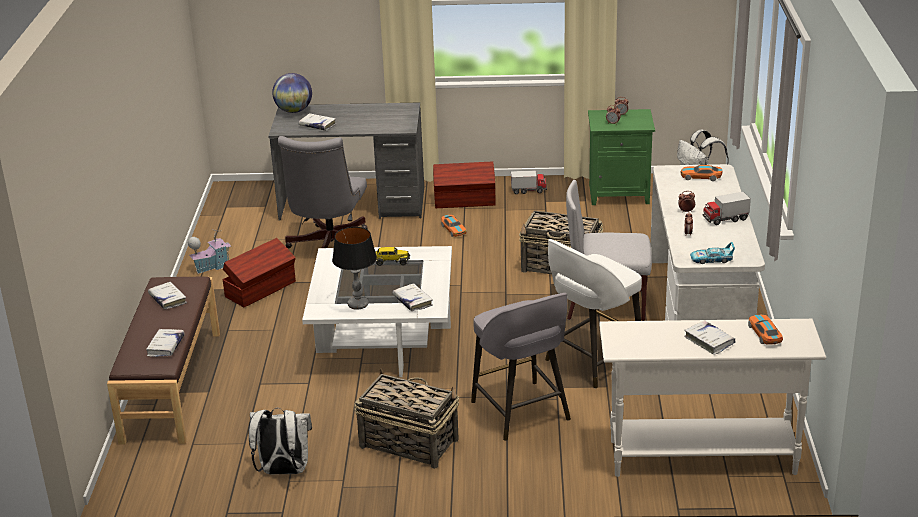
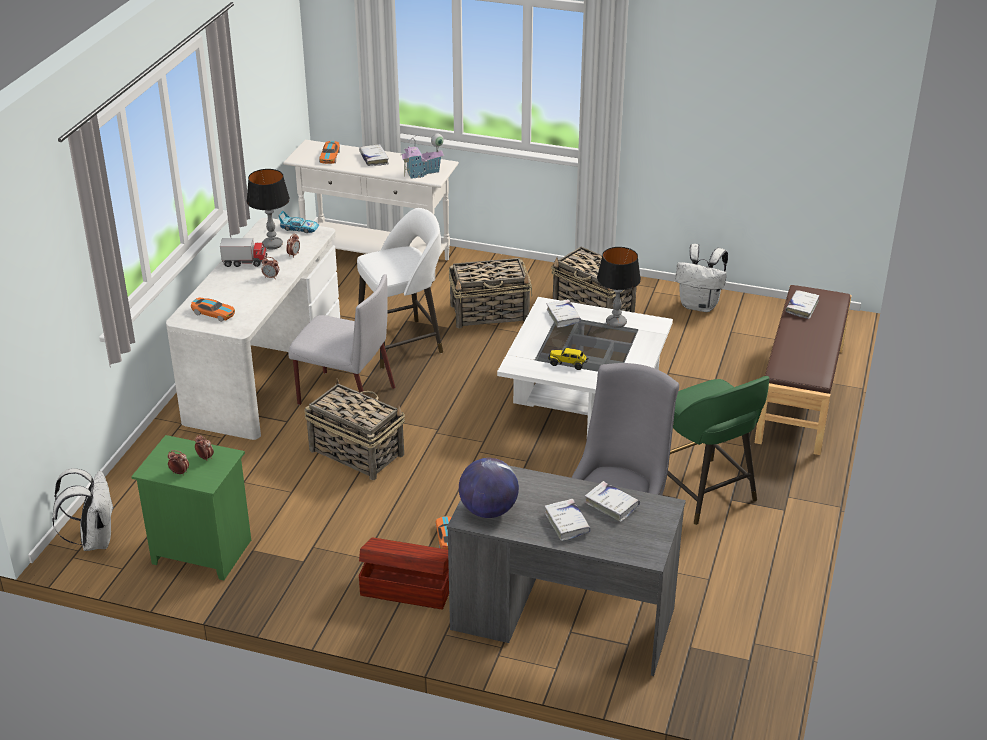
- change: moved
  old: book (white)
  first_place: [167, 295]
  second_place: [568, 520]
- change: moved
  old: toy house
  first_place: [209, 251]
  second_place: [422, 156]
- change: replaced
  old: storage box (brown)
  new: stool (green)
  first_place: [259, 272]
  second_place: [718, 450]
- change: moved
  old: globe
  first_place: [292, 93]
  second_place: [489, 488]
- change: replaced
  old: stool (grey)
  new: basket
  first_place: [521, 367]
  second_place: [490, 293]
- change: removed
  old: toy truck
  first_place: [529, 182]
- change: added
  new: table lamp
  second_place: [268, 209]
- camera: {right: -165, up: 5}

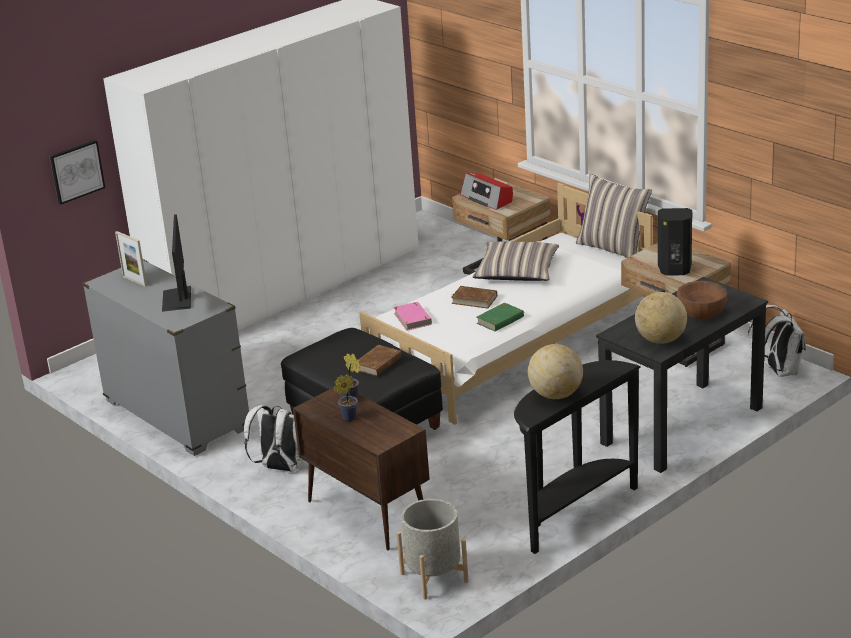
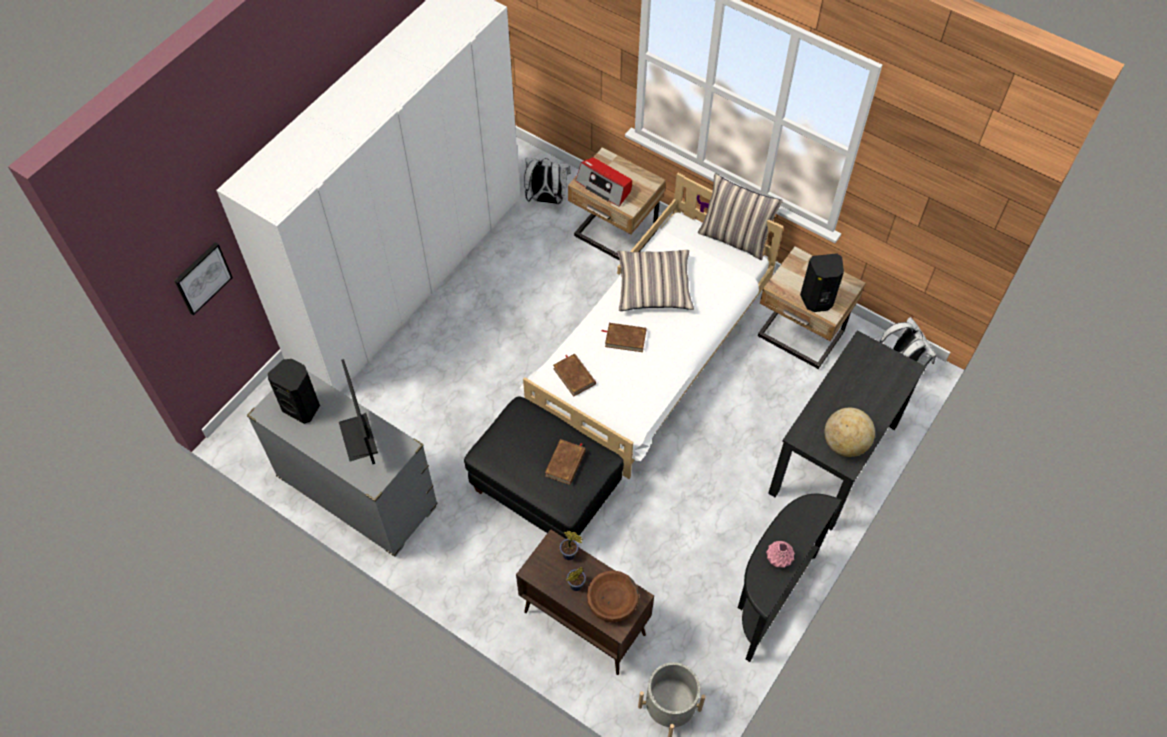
- change: replaced
  old: picture frame
  new: speaker (black)
  first_place: [131, 259]
  second_place: [294, 391]
- change: moved
  old: backpack (white)
  first_place: [274, 438]
  second_place: [547, 180]
- change: recoloured
  old: book (pink)
  new: book (brown)
  first_place: [412, 316]
  second_place: [574, 375]
- change: removed
  old: book (green)
  first_place: [500, 317]
- change: replaced
  old: globe
  new: vase (pink)
  first_place: [555, 371]
  second_place: [780, 554]
- change: moved
  old: bowl (brown)
  first_place: [702, 300]
  second_place: [613, 596]
- camera: {right: -15, up: 30}

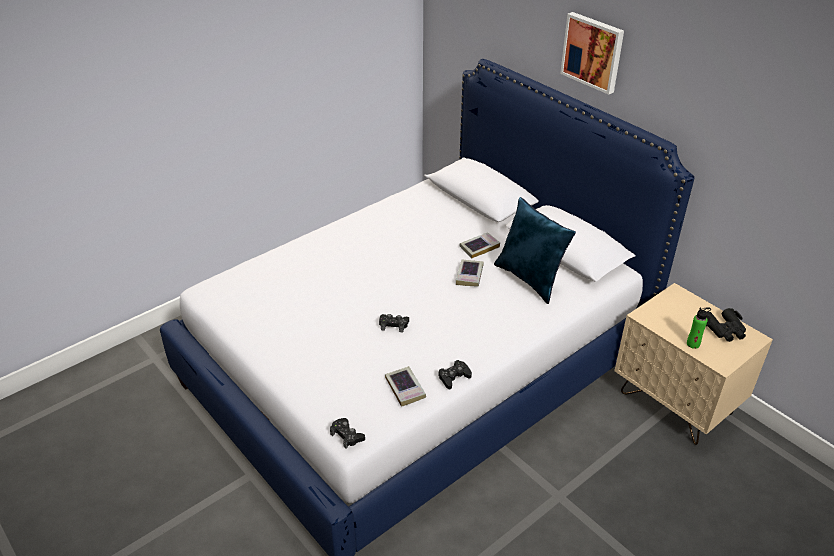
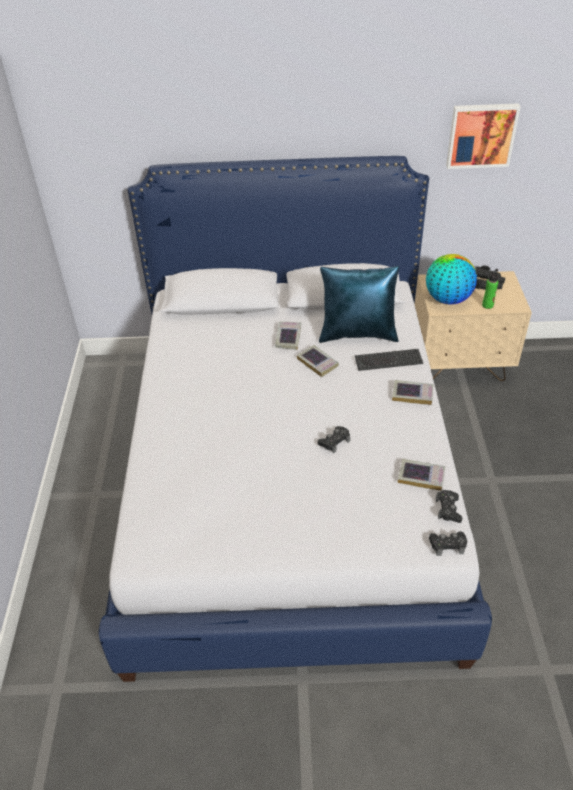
- change: moved
  old: game controller (black)
  first_place: [455, 374]
  second_place: [449, 506]
- change: moved
  old: picture
  first_place: [592, 53]
  second_place: [483, 136]
- change: added
  new: keyboard
  second_place: [389, 360]
- change: added
  new: book
  second_place: [413, 392]
- change: added
  new: globe
  second_place: [451, 279]
- camera: {right: -50, up: 5}

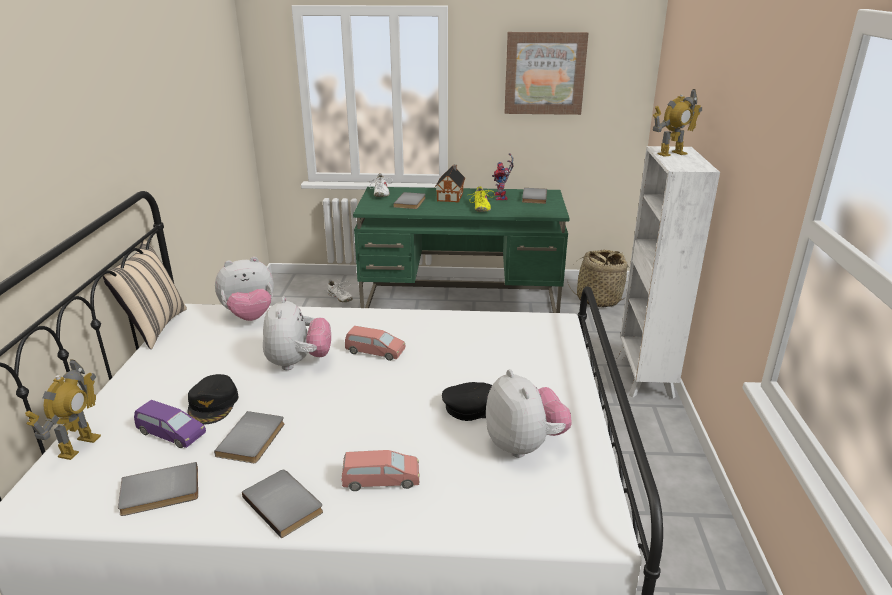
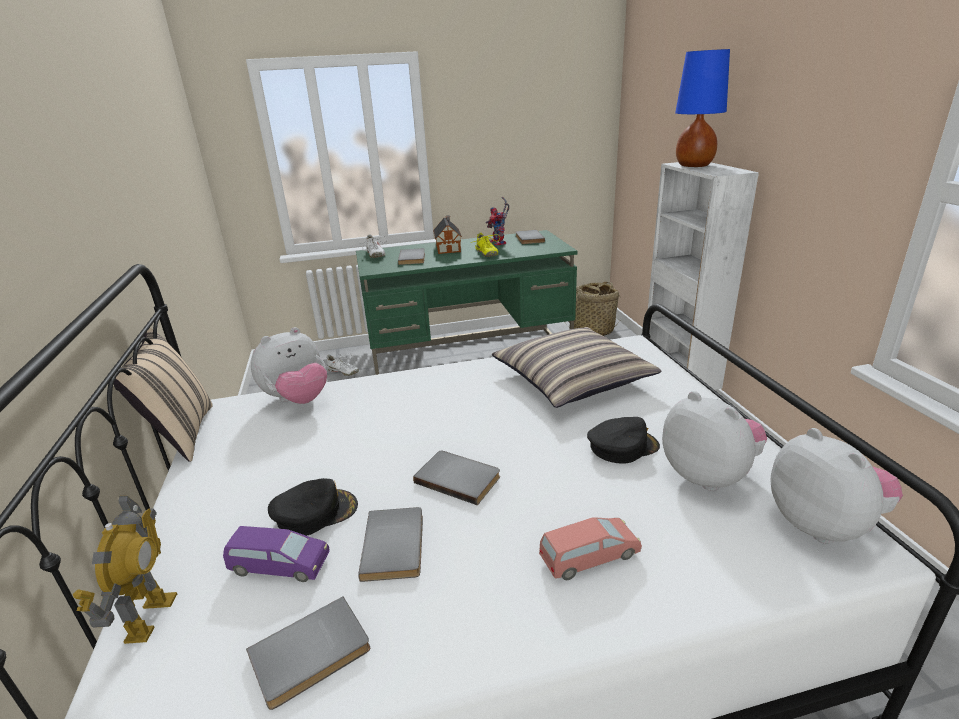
- change: turned
  old: cap (black)
  first_place: [213, 399]
  second_place: [313, 507]
  degrees: -90
- change: moved
  old: book (grey)
  first_place: [282, 504]
  second_place: [456, 478]
- change: moved
  old: plush toy
  first_place: [297, 333]
  second_place: [836, 486]
- change: removed
  old: toy car (pink)
  first_place: [375, 343]
- change: removed
  old: picture
  first_place: [546, 73]
- change: replaced
  old: toy robot
  new: table lamp (blue)
  first_place: [677, 123]
  second_place: [702, 108]
- change: added
  new: pillow
  second_place: [577, 367]
- camera: {right: -15, up: 0}

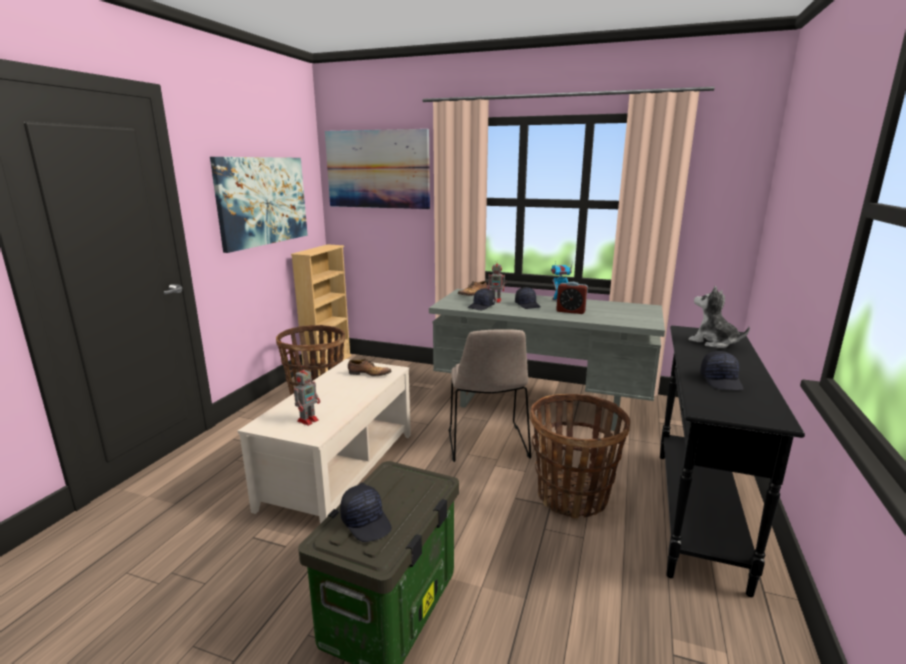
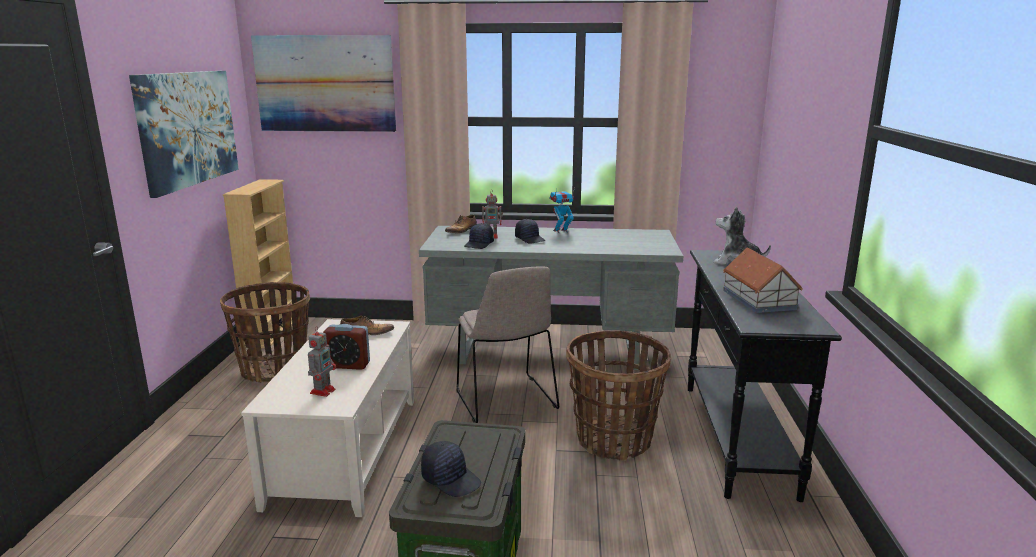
- change: moved
  old: alarm clock
  first_place: [572, 298]
  second_place: [346, 347]
- change: replaced
  old: cap (black)
  new: toy house
  first_place: [722, 370]
  second_place: [763, 280]
- camera: {right: -15, up: 0}

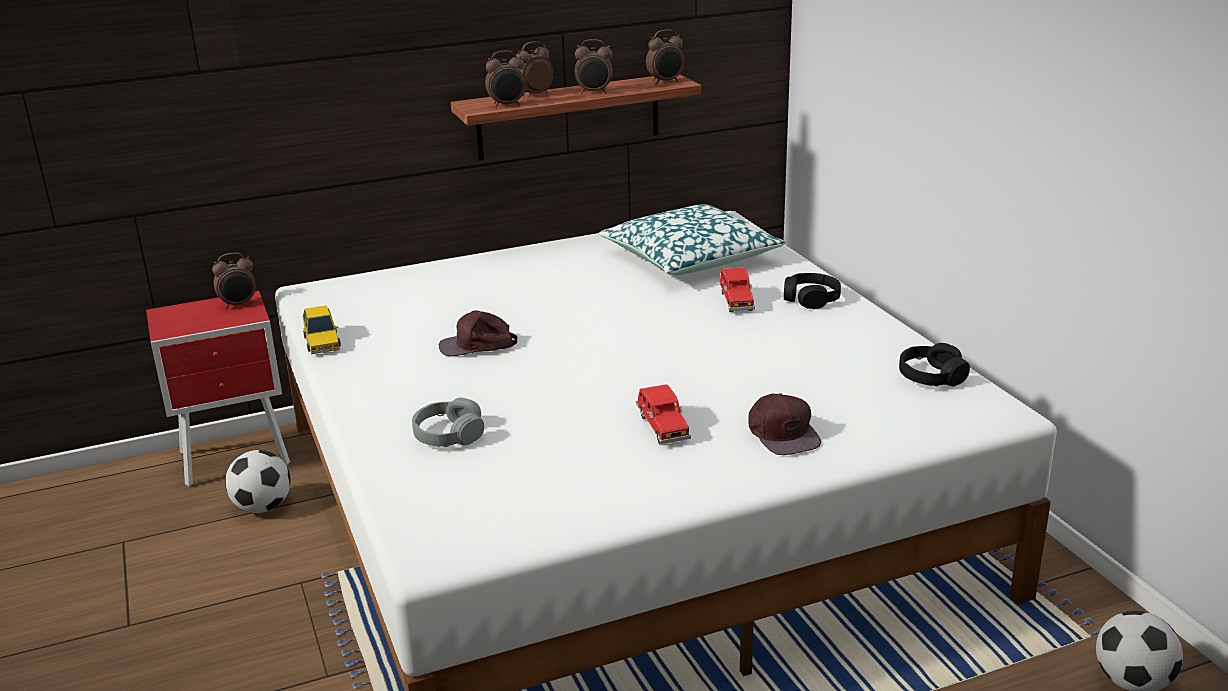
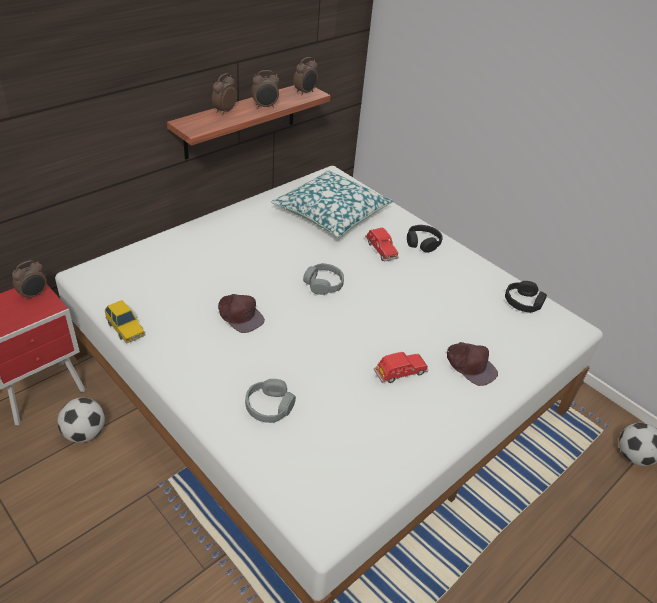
- change: turned
  old: cap (brown)
  first_place: [478, 333]
  second_place: [241, 313]
  degrees: -105
- change: removed
  old: alarm clock
  first_place: [505, 79]
- change: turned
  old: toy car (red)
  first_place: [663, 414]
  second_place: [401, 367]
  degrees: -75
- change: added
  new: headphones (grey)
  second_place: [323, 279]
- camera: {right: -25, up: 15}

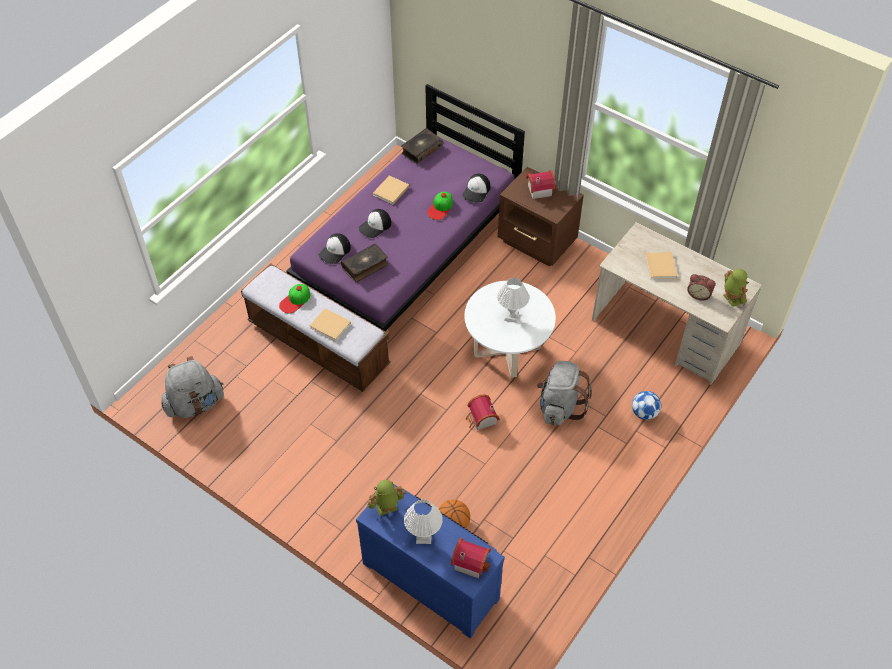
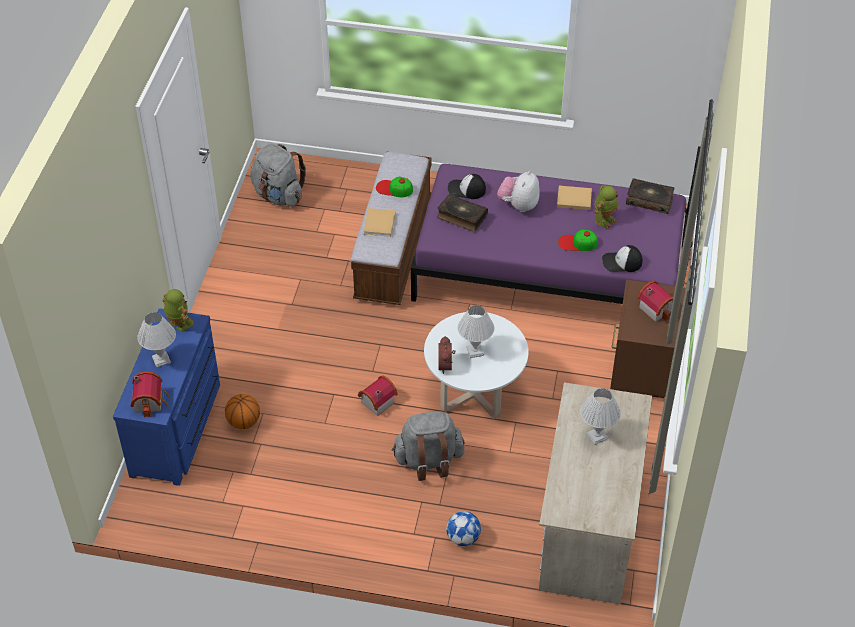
- change: replaced
  old: cap
  new: plush toy
  first_place: [374, 223]
  second_place: [518, 191]
- change: replaced
  old: book (beige)
  new: table lamp (white)
  first_place: [661, 266]
  second_place: [600, 416]
- change: moved
  old: alarm clock
  first_place: [701, 287]
  second_place: [446, 355]
- change: moved
  old: toy robot
  first_place: [736, 288]
  second_place: [606, 207]
- camera: {right: 65, up: -5}

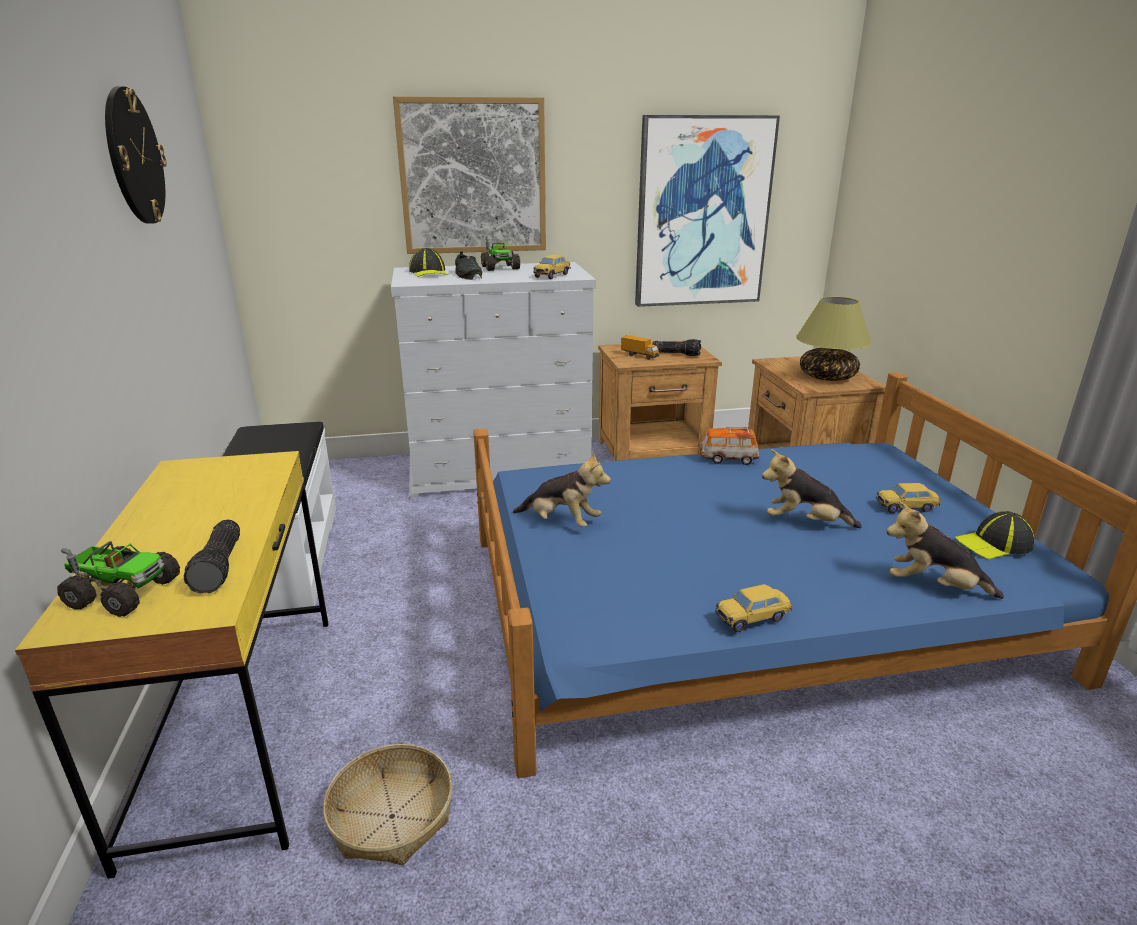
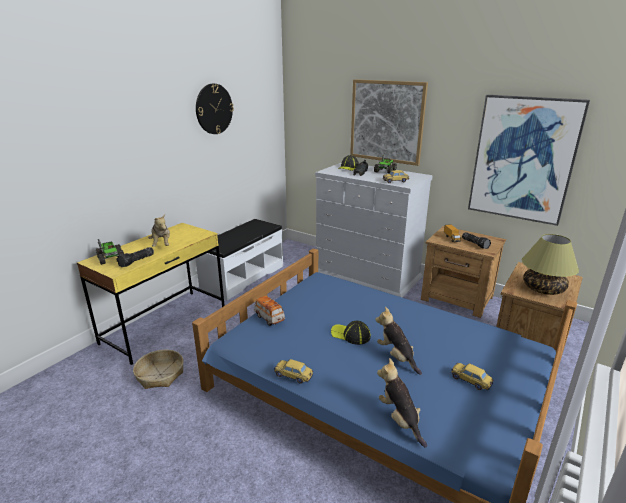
- change: moved
  old: plush toy
  first_place: [562, 489]
  second_place: [159, 230]
- change: moved
  old: toy car
  first_place: [730, 446]
  second_place: [269, 311]
- change: moved
  old: cap
  first_place: [994, 535]
  second_place: [351, 333]
- camera: {right: 45, up: 0}

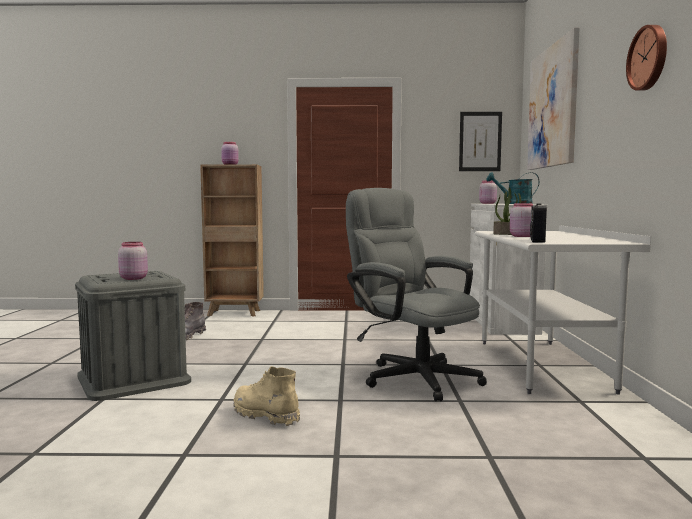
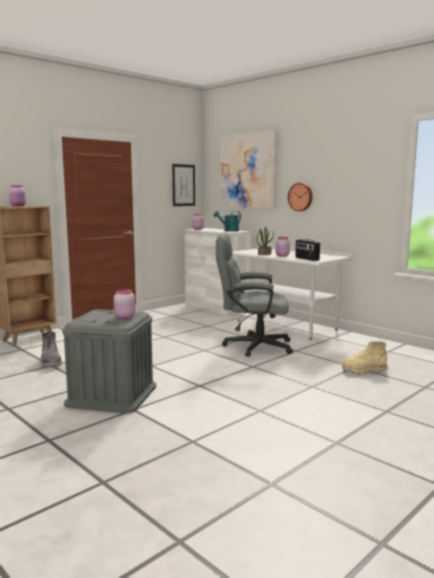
- change: moved
  old: boot (beige)
  first_place: [266, 396]
  second_place: [365, 357]
- change: moved
  old: wall clock
  first_place: [646, 58]
  second_place: [300, 197]
- camera: {right: -45, up: 5}

